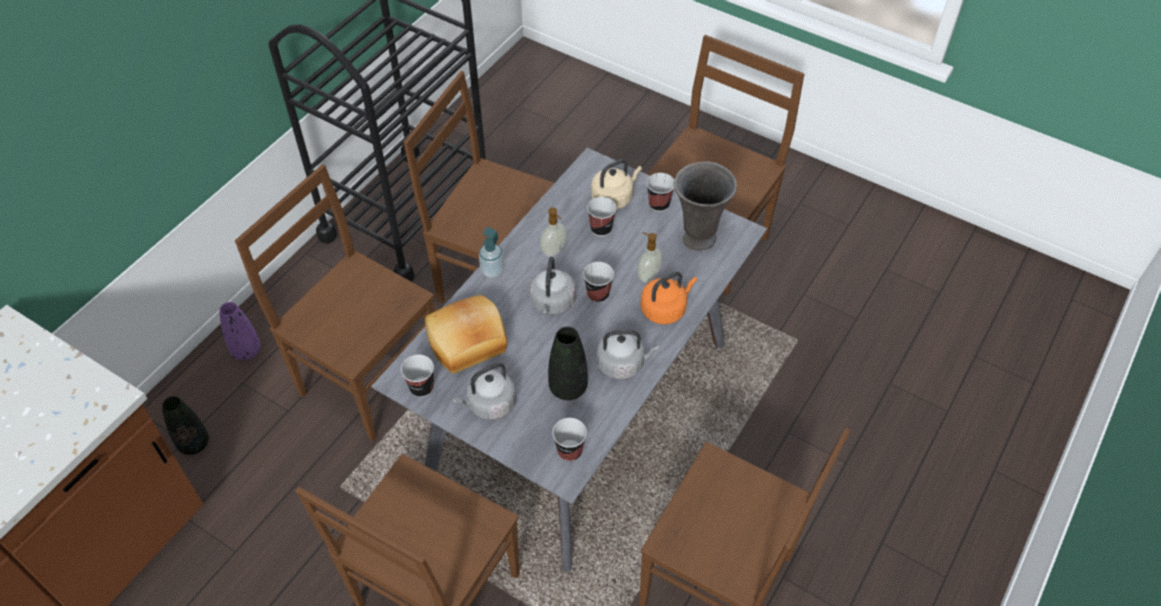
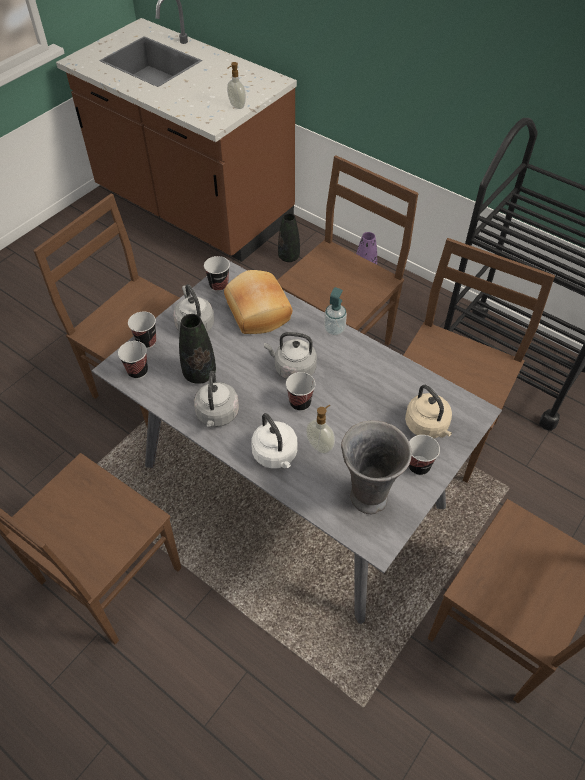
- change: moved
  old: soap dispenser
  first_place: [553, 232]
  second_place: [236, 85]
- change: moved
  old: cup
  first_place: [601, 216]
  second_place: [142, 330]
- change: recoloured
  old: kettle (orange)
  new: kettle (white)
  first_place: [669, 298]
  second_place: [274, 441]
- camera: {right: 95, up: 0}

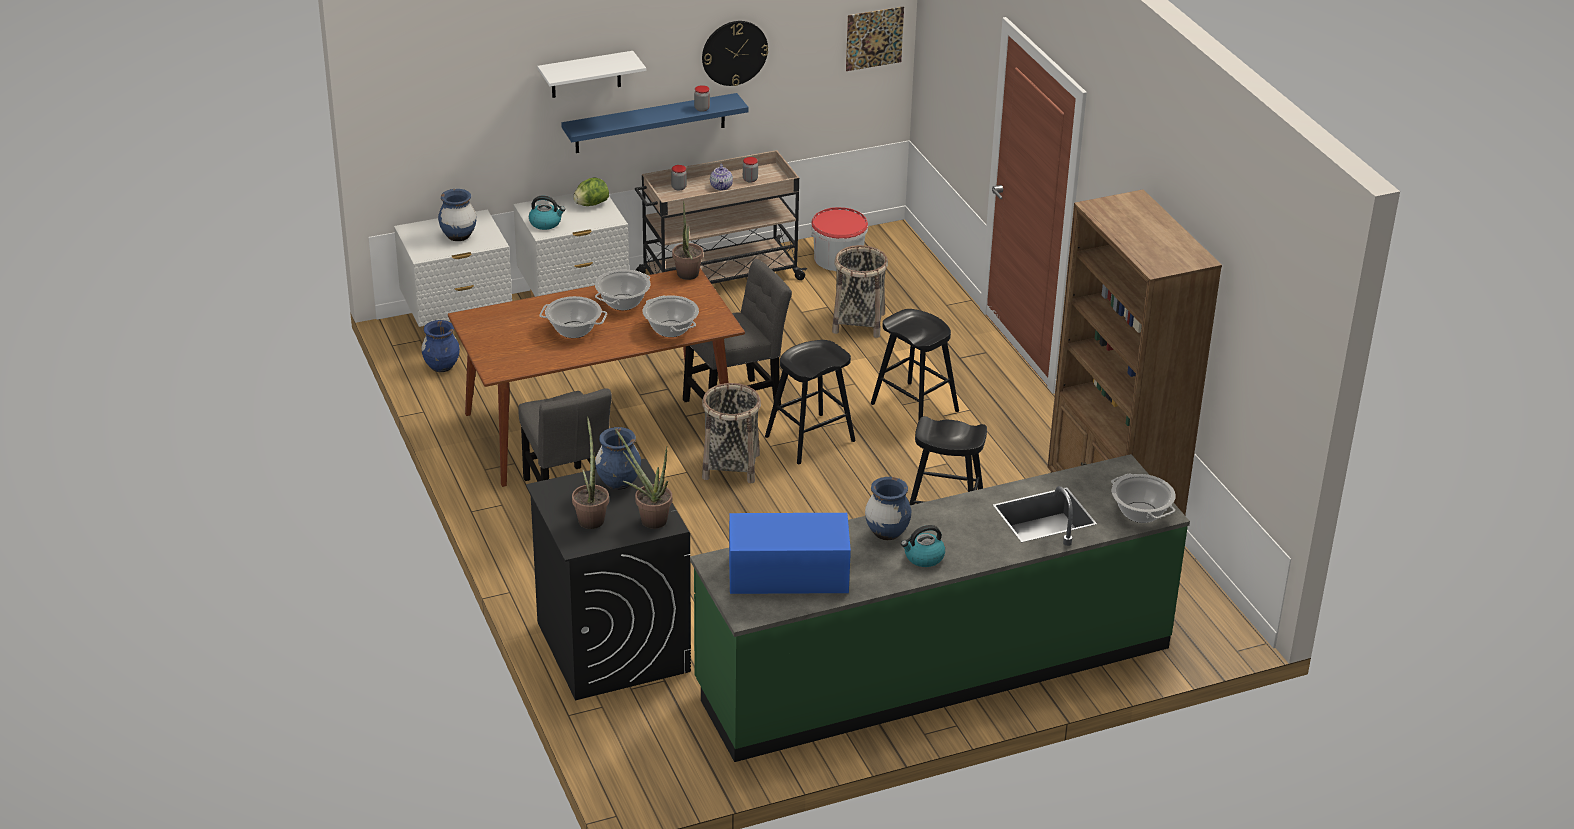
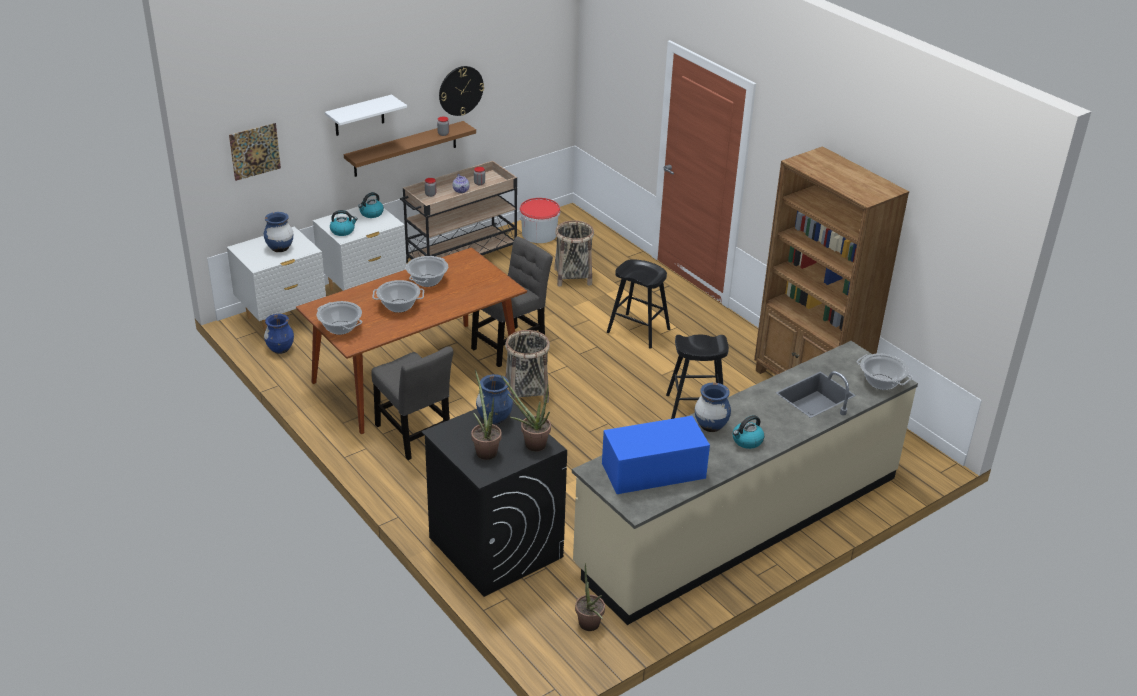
- change: recoloured
  old: shelf (blue)
  new: shelf (brown)
  first_place: [654, 123]
  second_place: [410, 149]
- change: replaced
  old: lettuce
  new: kettle
  first_place: [591, 191]
  second_place: [371, 205]
- change: moved
  old: cooking pot
  first_place: [671, 316]
  second_place: [339, 318]
- change: moved
  old: potted plant
  first_place: [687, 240]
  second_place: [590, 597]
- change: recoloured
  old: counter (green)
  new: counter (beige)
  first_place: [940, 608]
  second_place: [745, 483]
- change: removed
  old: stool (black)
  first_place: [810, 402]
- change: moved
  old: picture
  first_place: [875, 38]
  second_place: [255, 152]
- camera: {right: -15, up: 0}

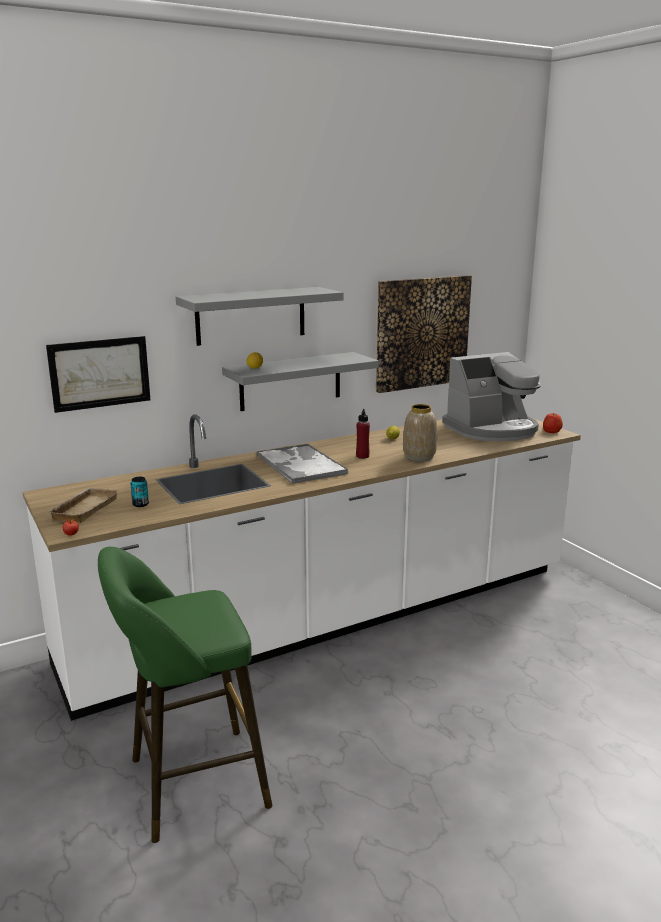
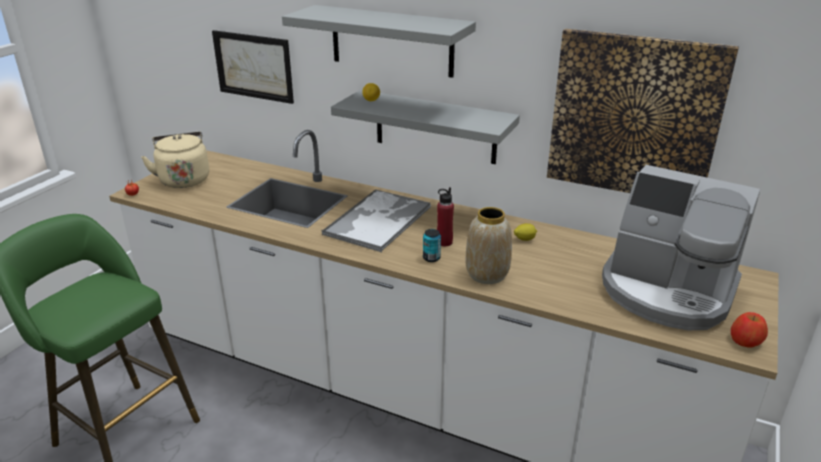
- change: replaced
  old: tray (beige)
  new: kettle (beige)
  first_place: [83, 505]
  second_place: [175, 160]
- change: moved
  old: can
  first_place: [139, 492]
  second_place: [432, 245]
- camera: {right: 55, up: 10}

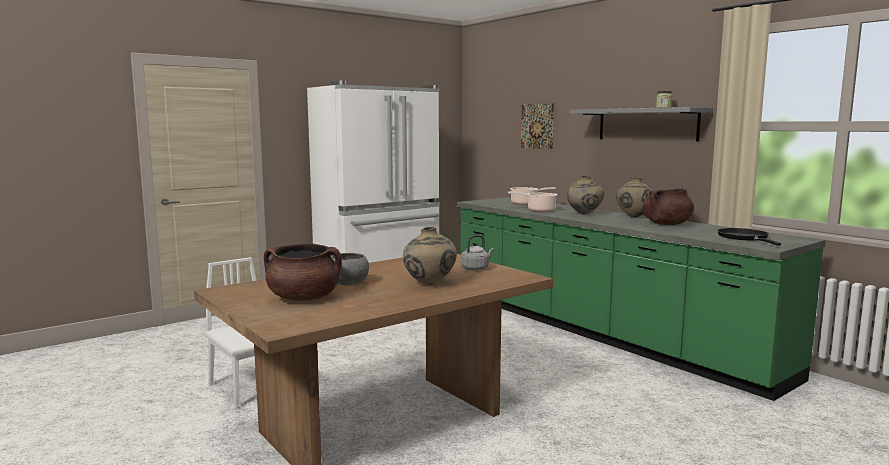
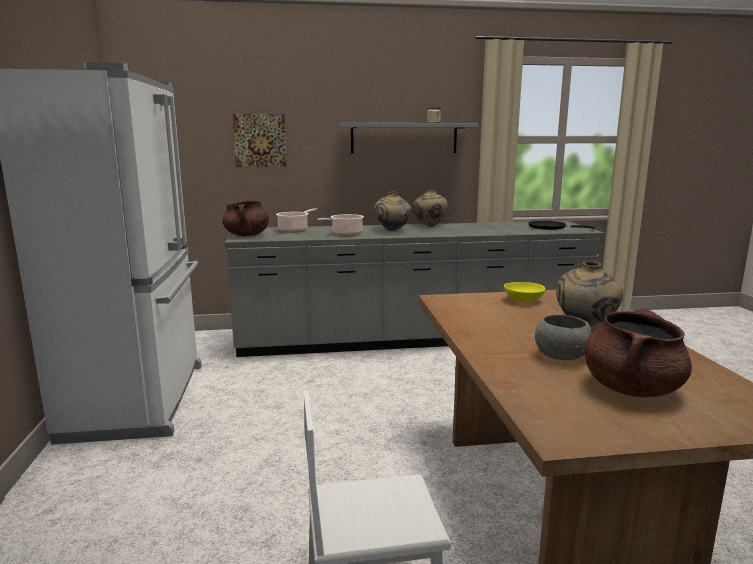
- change: recoloured
  old: counter (green)
  new: counter (grey)
  first_place: [641, 299]
  second_place: [414, 289]
- change: replaced
  old: kettle (grey)
  new: bowl (yellow)
  first_place: [477, 253]
  second_place: [524, 292]
- change: moved
  old: cooking pot (brown)
  first_place: [668, 206]
  second_place: [246, 218]
- camera: {right: -60, up: 5}

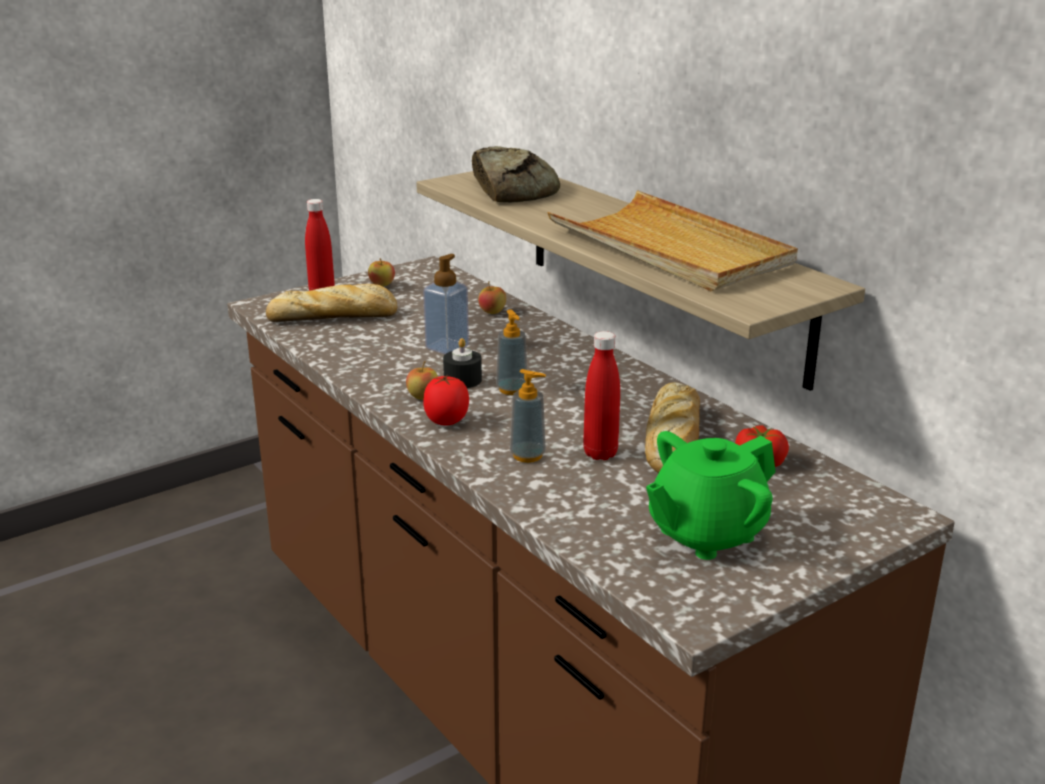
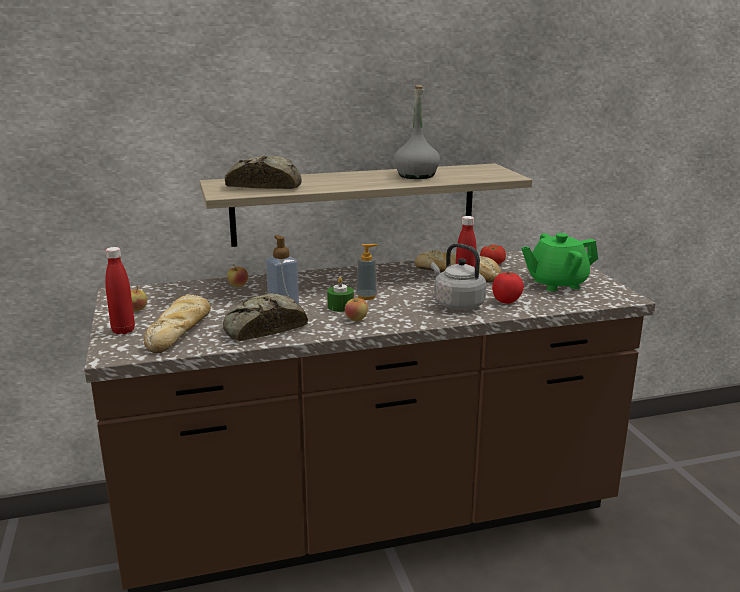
- change: moved
  old: tomato
  first_place: [446, 401]
  second_place: [508, 288]
- change: recoloured
  old: candle (black)
  new: candle (green)
  first_place: [462, 363]
  second_place: [340, 294]
- change: replaced
  old: soap dispenser
  new: kettle (grey)
  first_place: [528, 416]
  second_place: [459, 276]
- change: replaced
  old: tray (beige)
  new: bottle (grey)
  first_place: [672, 240]
  second_place: [417, 132]
- change: turned
  old: teapot (green)
  first_place: [711, 495]
  second_place: [559, 262]
  degrees: 90
- change: added
  new: bread
  second_place: [265, 317]
- camera: {right: -70, up: -5}

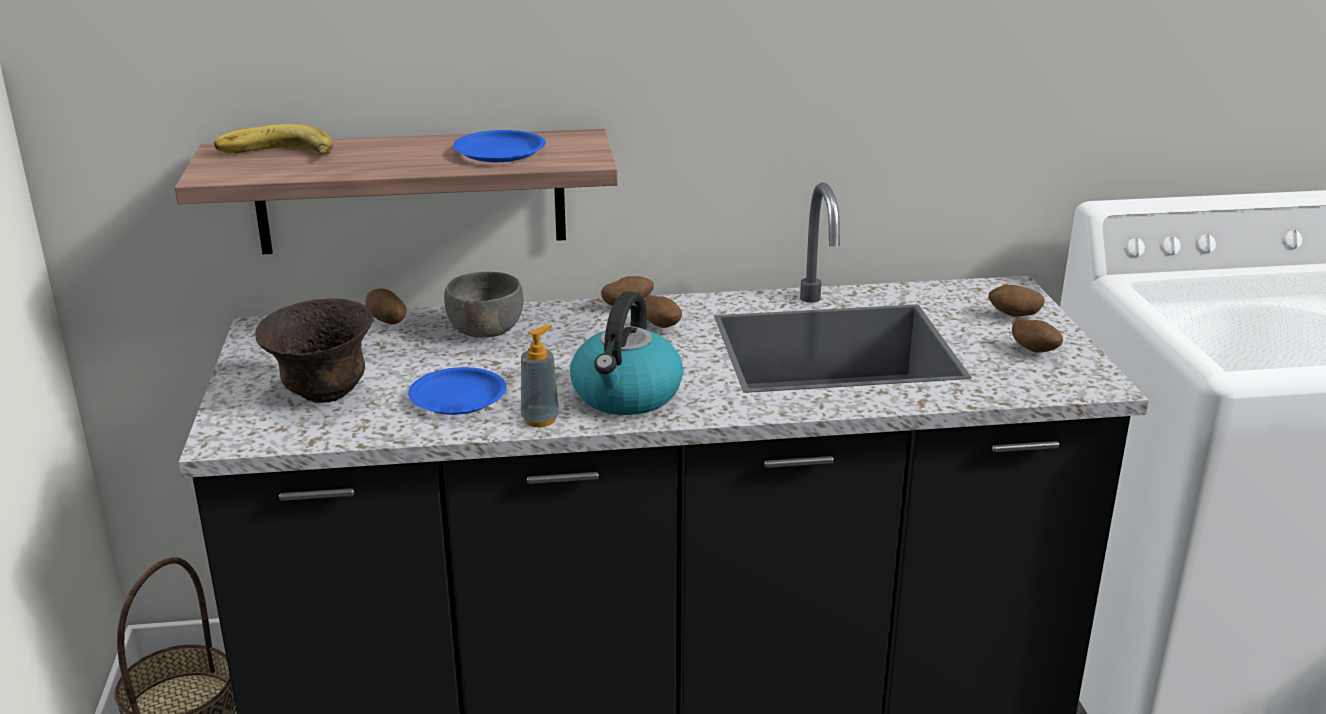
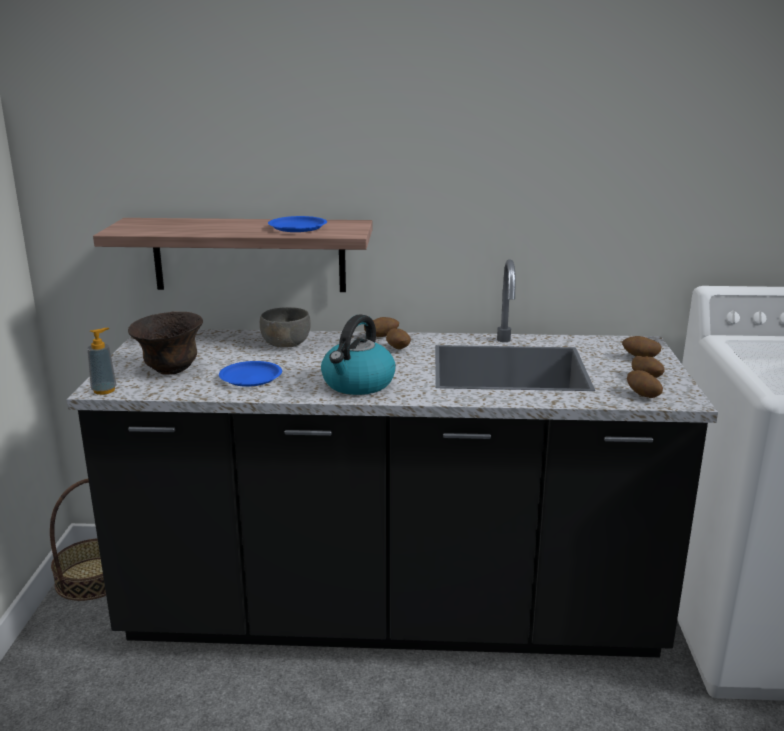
- change: removed
  old: banana
  first_place: [273, 140]
- change: moved
  old: potato
  first_place: [385, 306]
  second_place: [645, 384]
- change: moved
  old: soap dispenser
  first_place: [540, 375]
  second_place: [102, 361]
- camera: {right: 10, up: -5}

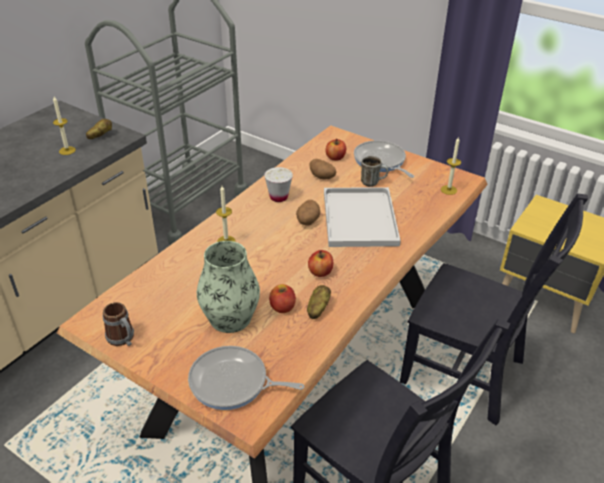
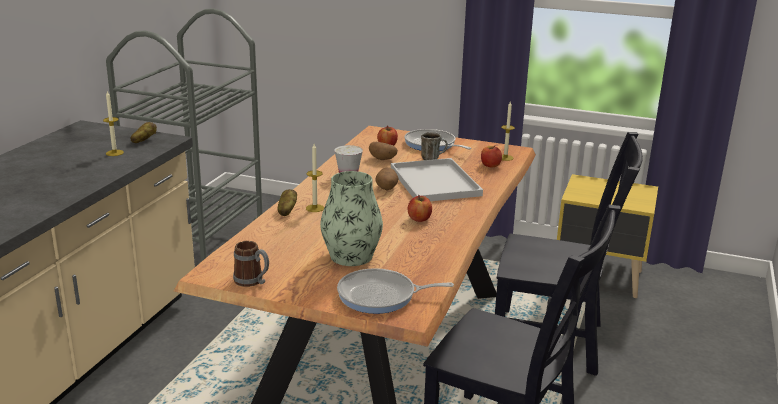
- change: moved
  old: apple
  first_place: [282, 298]
  second_place: [491, 156]
- change: moved
  old: potato
  first_place: [319, 302]
  second_place: [287, 202]
- camera: {right: -15, up: -15}

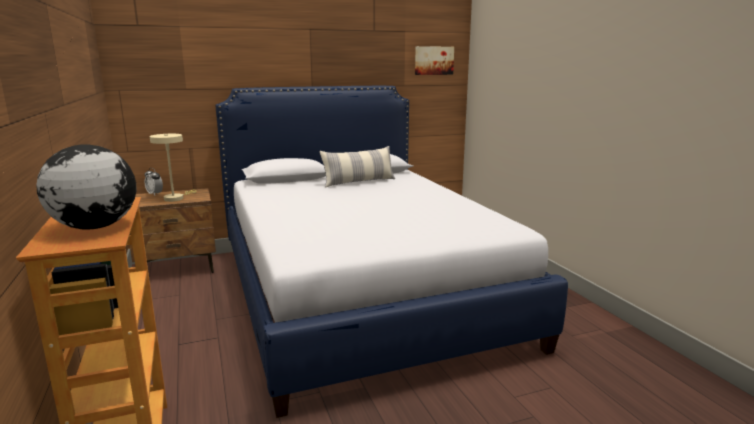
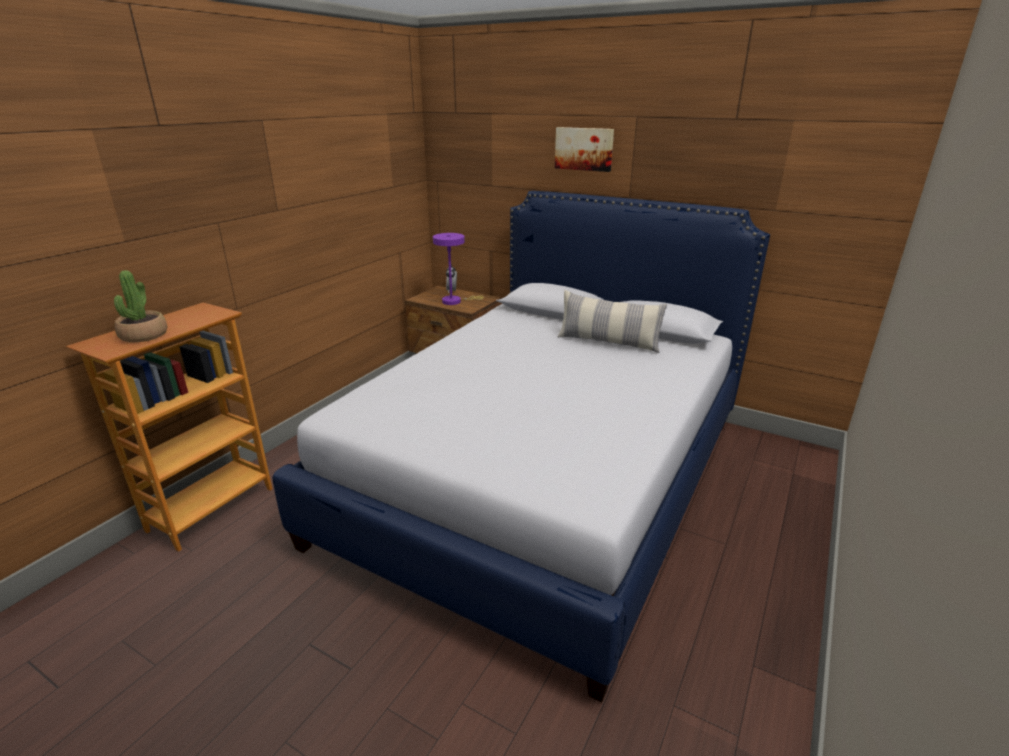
- change: replaced
  old: globe
  new: potted plant
  first_place: [86, 187]
  second_place: [140, 306]
- change: recoloured
  old: table lamp (beige)
  new: table lamp (purple)
  first_place: [173, 168]
  second_place: [458, 269]
- change: moved
  old: picture
  first_place: [434, 60]
  second_place: [584, 149]
- camera: {right: 50, up: 10}

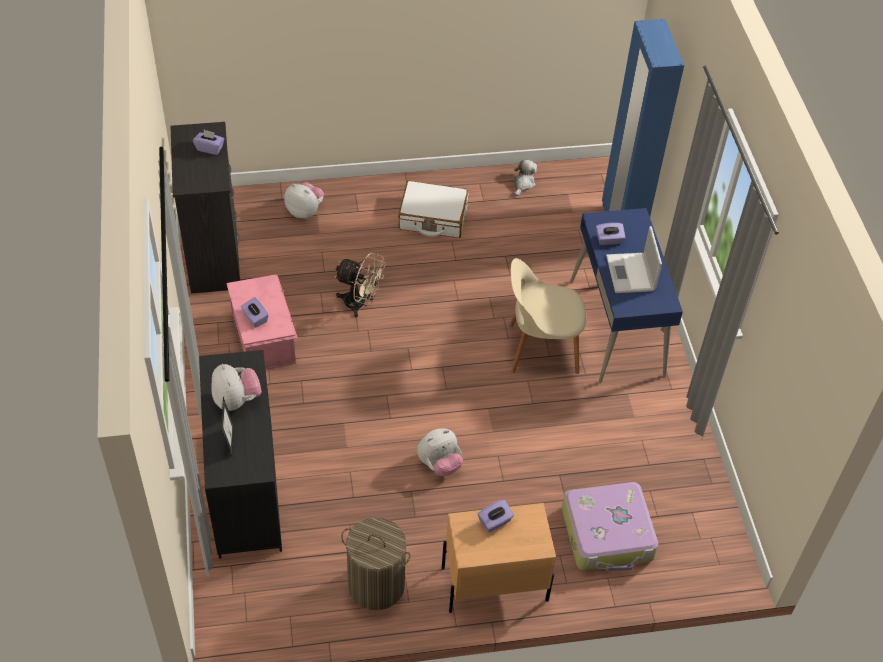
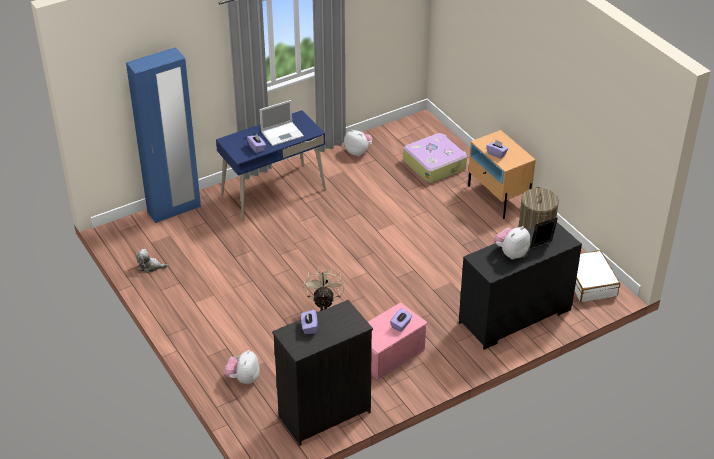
- change: moved
  old: suitcase (white)
  first_place: [433, 209]
  second_place: [597, 276]
- change: moved
  old: plush toy
  first_place: [440, 452]
  second_place: [358, 143]
- change: removed
  old: chair (beige)
  first_place: [547, 316]
- camera: {right: -110, up: -10}

